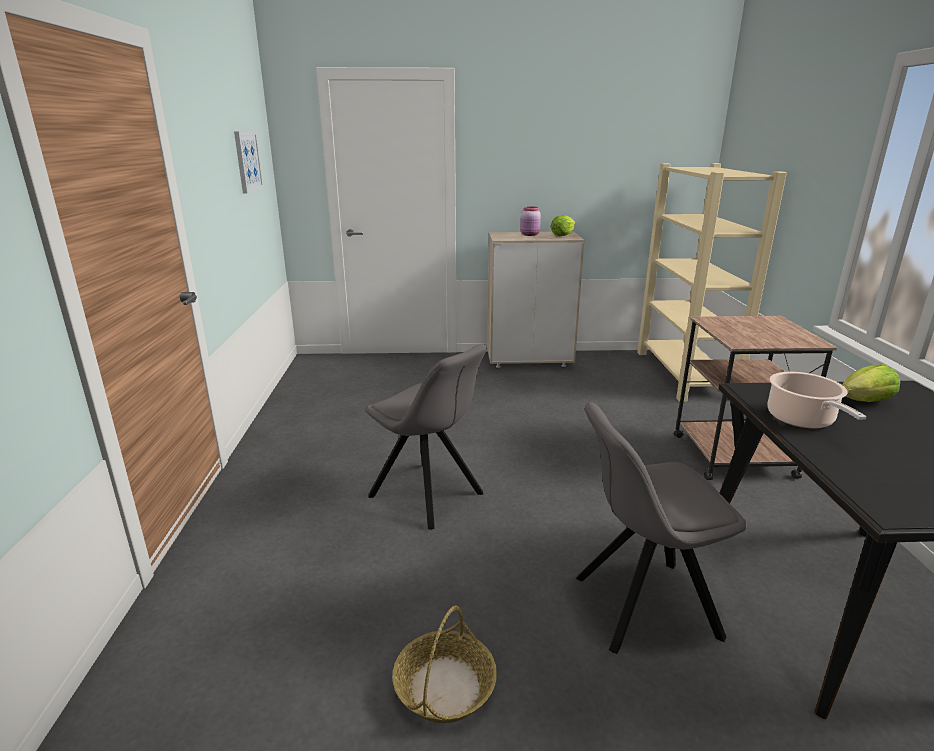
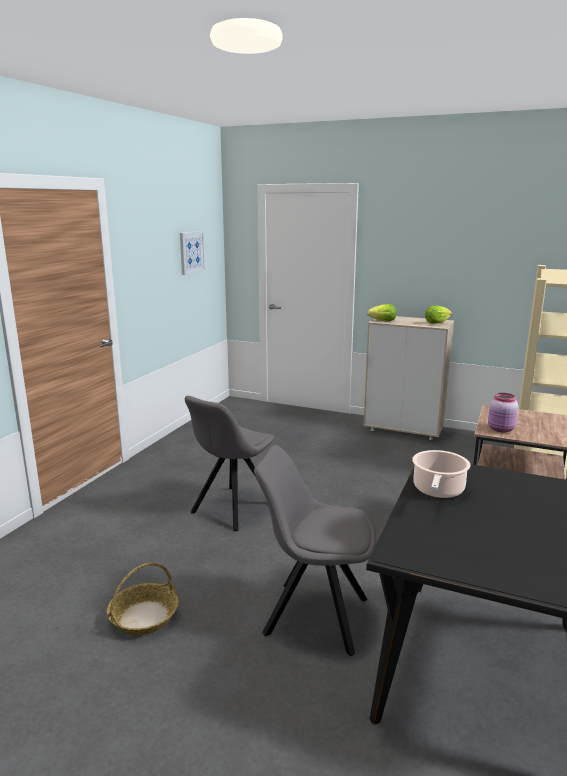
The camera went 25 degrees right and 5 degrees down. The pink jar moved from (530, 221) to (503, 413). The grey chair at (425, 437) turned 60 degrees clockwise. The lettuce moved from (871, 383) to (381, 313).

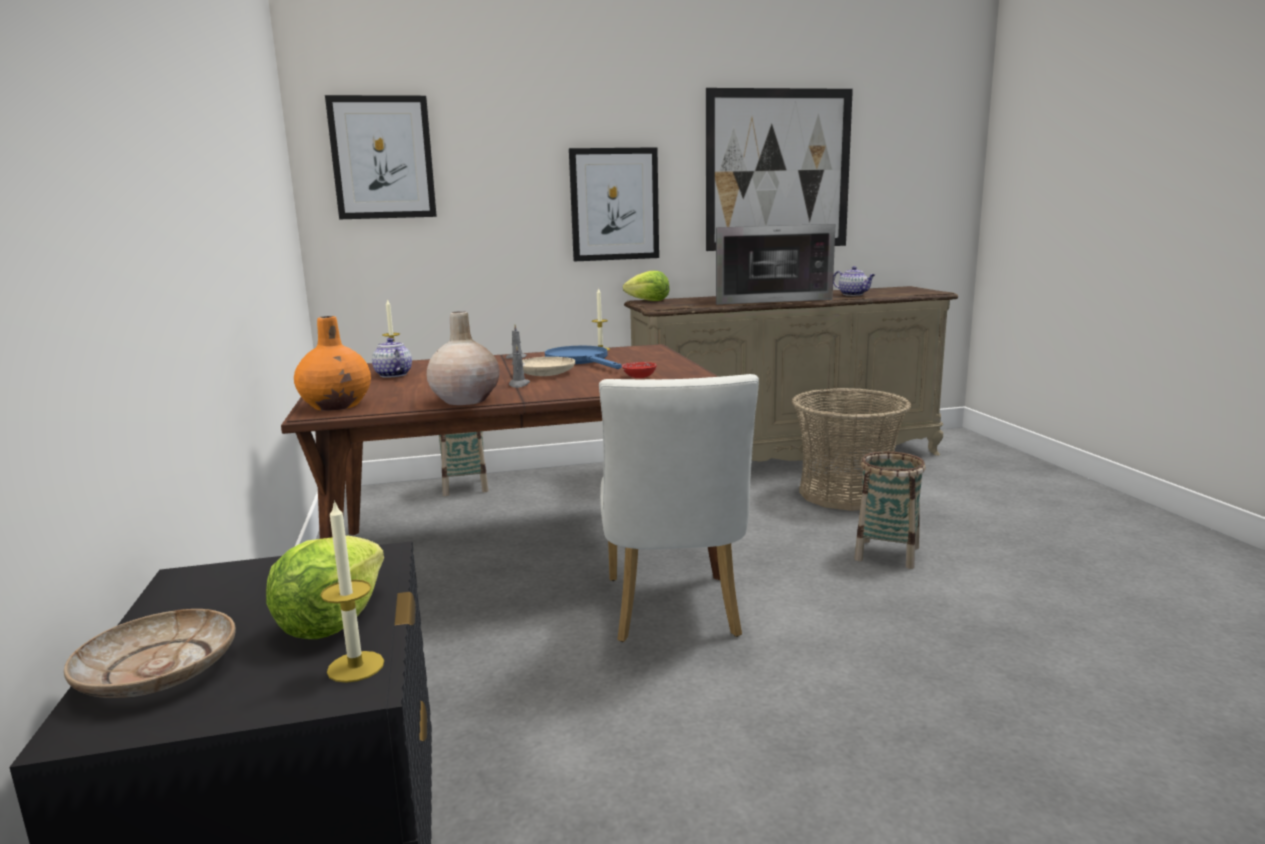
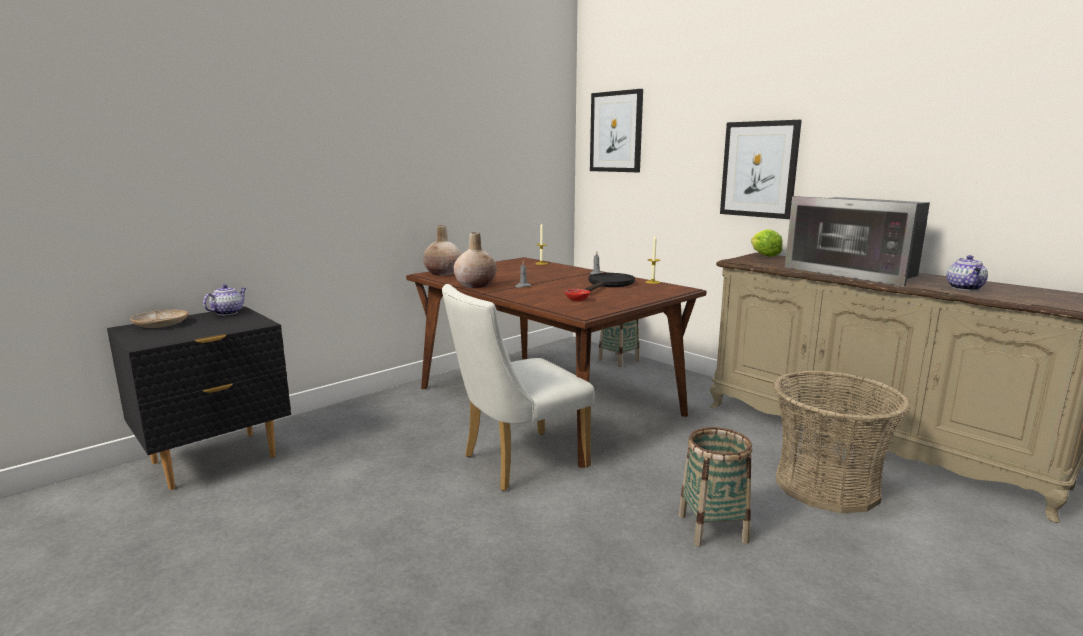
The camera went 60 degrees right and 0 degrees up. The picture at (779, 169) disappeared. The orange vase at (332, 363) became the beige vase at (442, 250). The teapot moved from (392, 358) to (224, 299). The blue frying pan at (583, 357) became the black frying pan at (609, 282). The beige plate at (548, 366) disappeared. The candle at (352, 591) disappeared. The lettuce at (325, 587) disappeared.

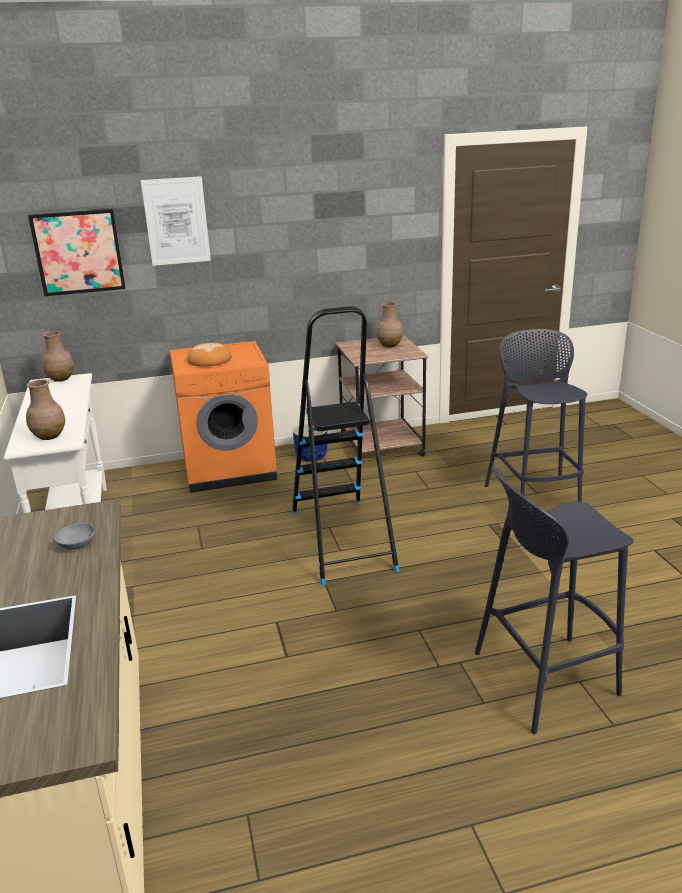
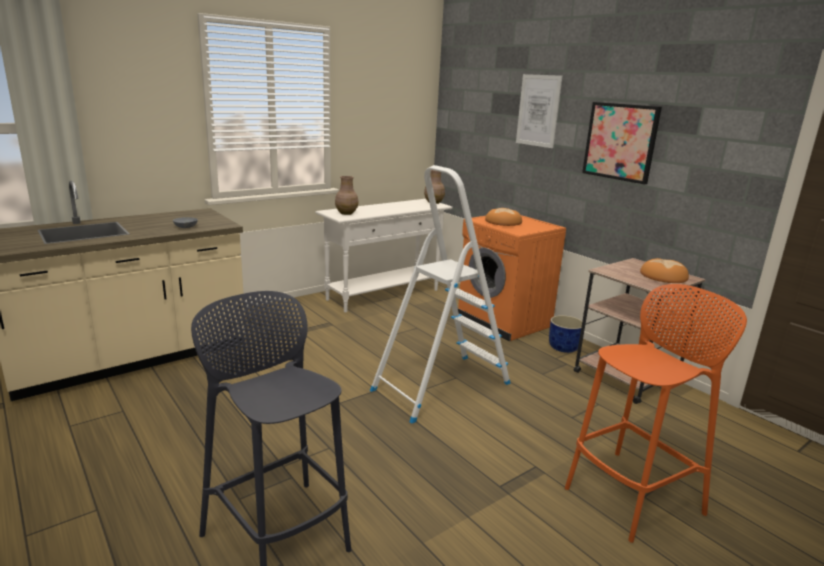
The camera went 65 degrees right and 5 degrees down. The picture moved from (76, 252) to (622, 143). The brown vase at (389, 324) was replaced by the bread at (664, 270). The black step ladder at (345, 446) became the white step ladder at (440, 294). The grey stool at (536, 415) became the orange stool at (656, 413).

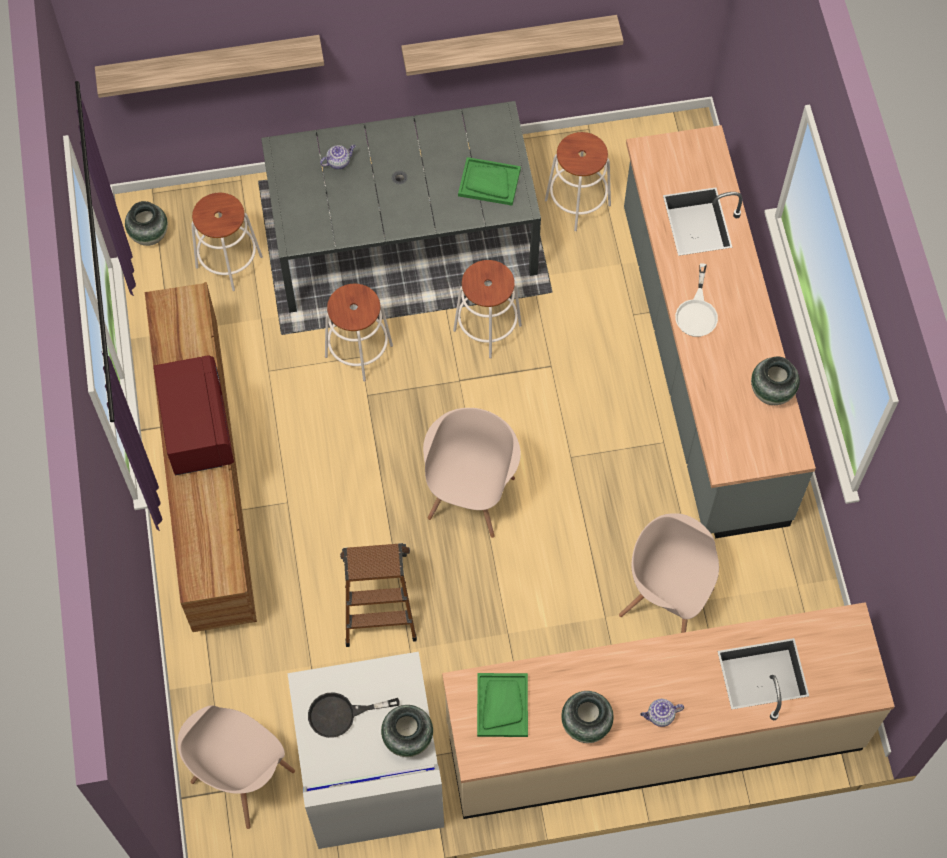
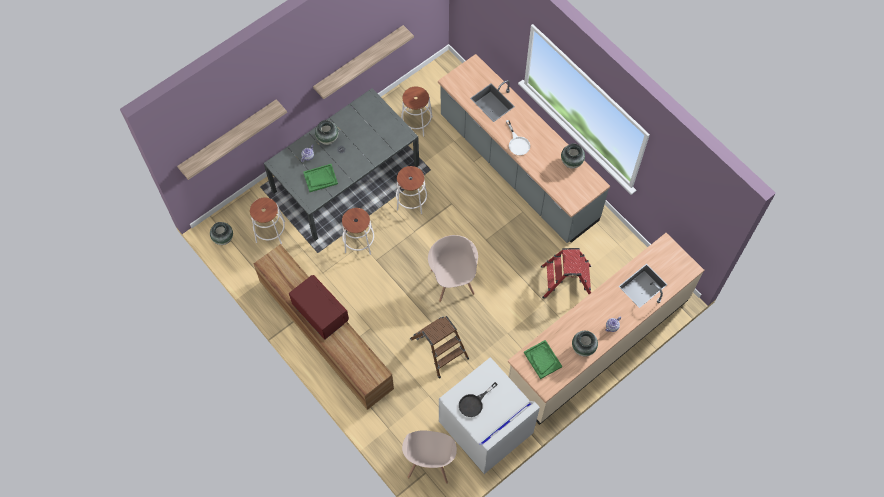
The camera went 30 degrees left and 0 degrees up. The green tray moved from (489, 181) to (320, 178). The beige chair at (669, 573) was replaced by the red step ladder at (566, 273). The vase moved from (407, 731) to (326, 132).

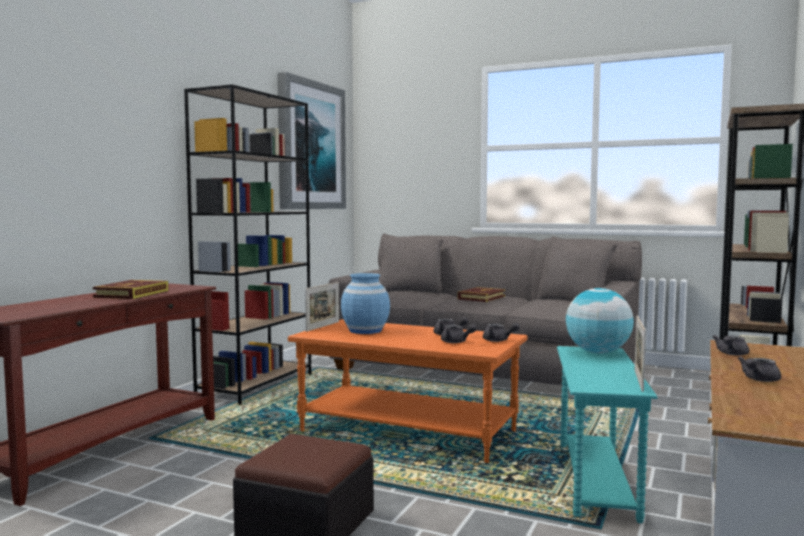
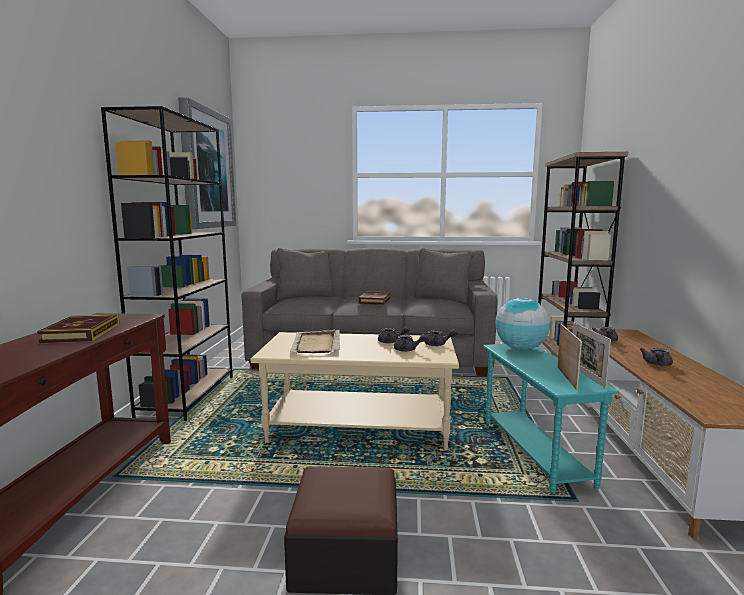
The camera went 20 degrees left and 5 degrees up. The blue vase at (365, 303) was replaced by the beige tray at (315, 341). The picture frame moved from (322, 307) to (569, 357). The orange coffee table at (408, 391) became the beige coffee table at (355, 391).

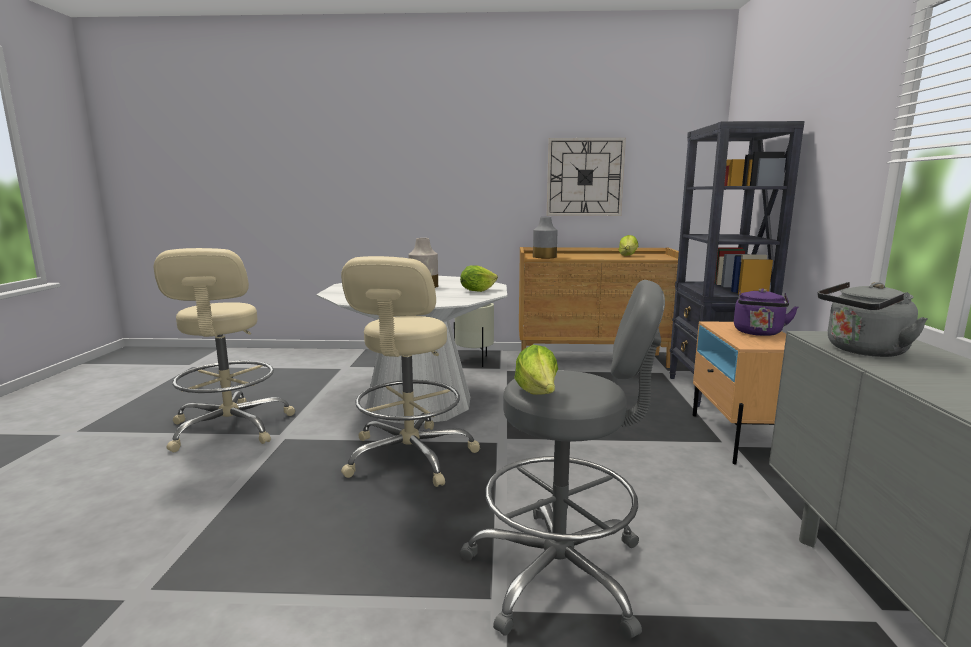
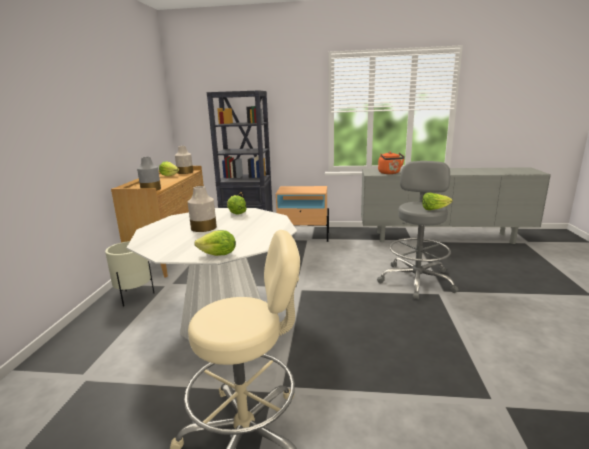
The camera went 85 degrees left and 5 degrees up. The wall clock at (586, 177) disappeared. The beige stool at (410, 371) disappeared. The grey kettle at (873, 319) became the orange kettle at (391, 163). The purple kettle at (766, 312) disappeared. The beige vase at (184, 160) appeared. The lettuce at (215, 243) appeared.

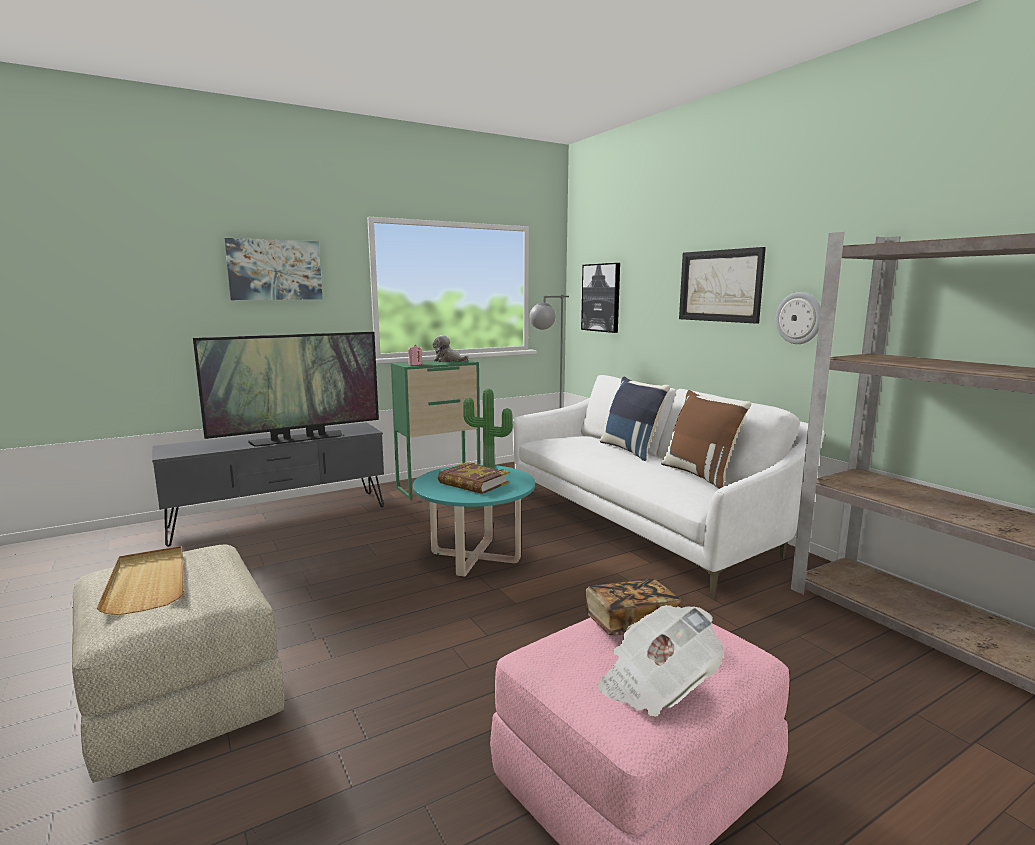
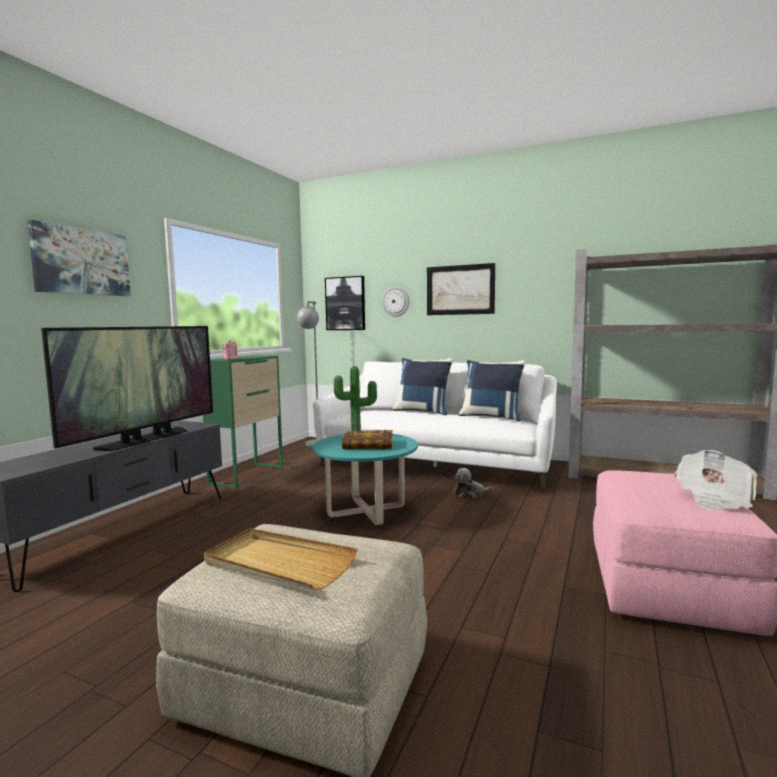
The camera went 35 degrees left and 5 degrees down. The wall clock moved from (798, 318) to (395, 301). The plush toy moved from (450, 348) to (473, 483). The brown pillow at (706, 439) became the blue pillow at (492, 390). The book at (634, 607) disappeared.

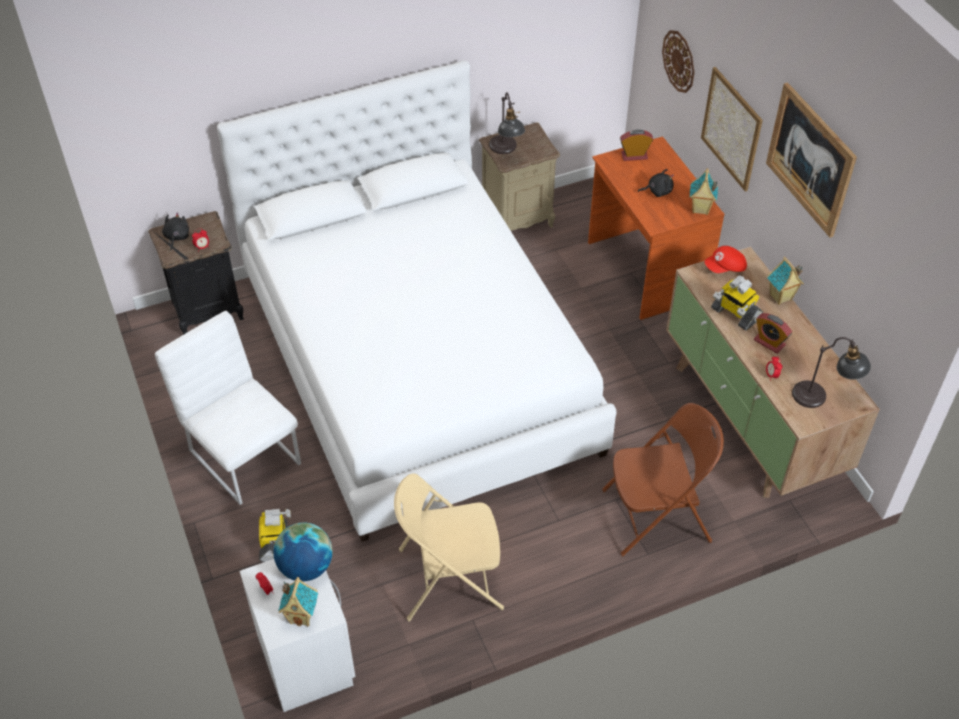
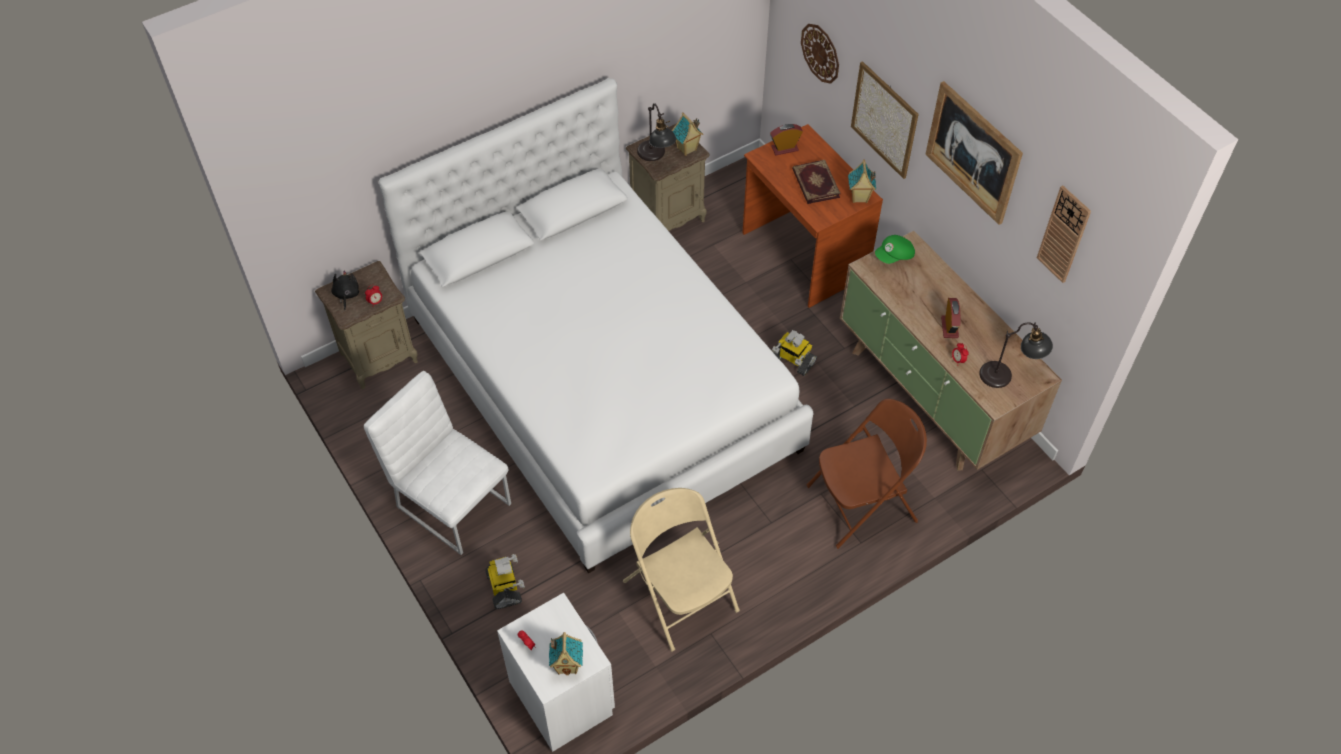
The camera went 10 degrees left and 5 degrees up. The black plush toy at (656, 183) was replaced by the book at (816, 182). The black nightstand at (196, 273) became the beige nightstand at (366, 325). The red cap at (725, 259) became the green cap at (895, 249). The toy house moved from (785, 280) to (687, 134). The toy robot moved from (737, 303) to (794, 353). The alarm clock at (773, 333) turned 120 degrees counterclockwise. The beige chair at (449, 547) turned 75 degrees clockwise. The globe at (302, 552) disappeared. The wall clock at (1064, 234) appeared.

